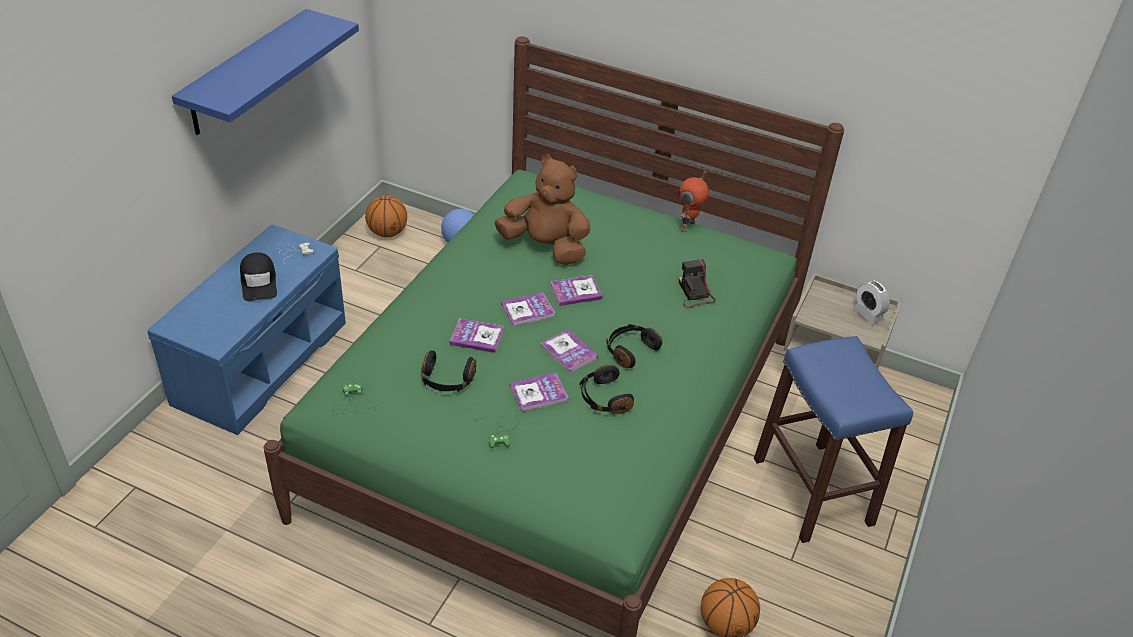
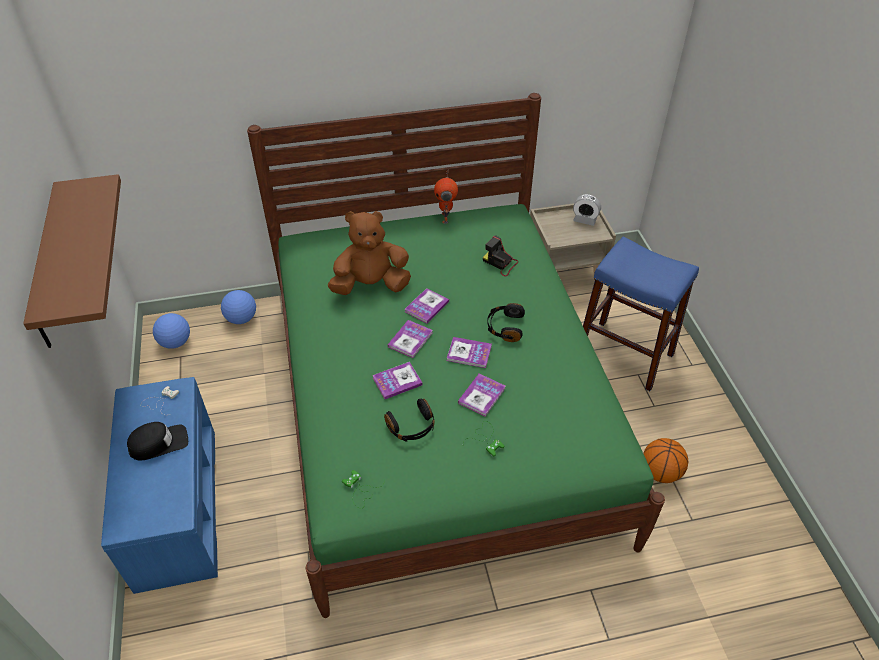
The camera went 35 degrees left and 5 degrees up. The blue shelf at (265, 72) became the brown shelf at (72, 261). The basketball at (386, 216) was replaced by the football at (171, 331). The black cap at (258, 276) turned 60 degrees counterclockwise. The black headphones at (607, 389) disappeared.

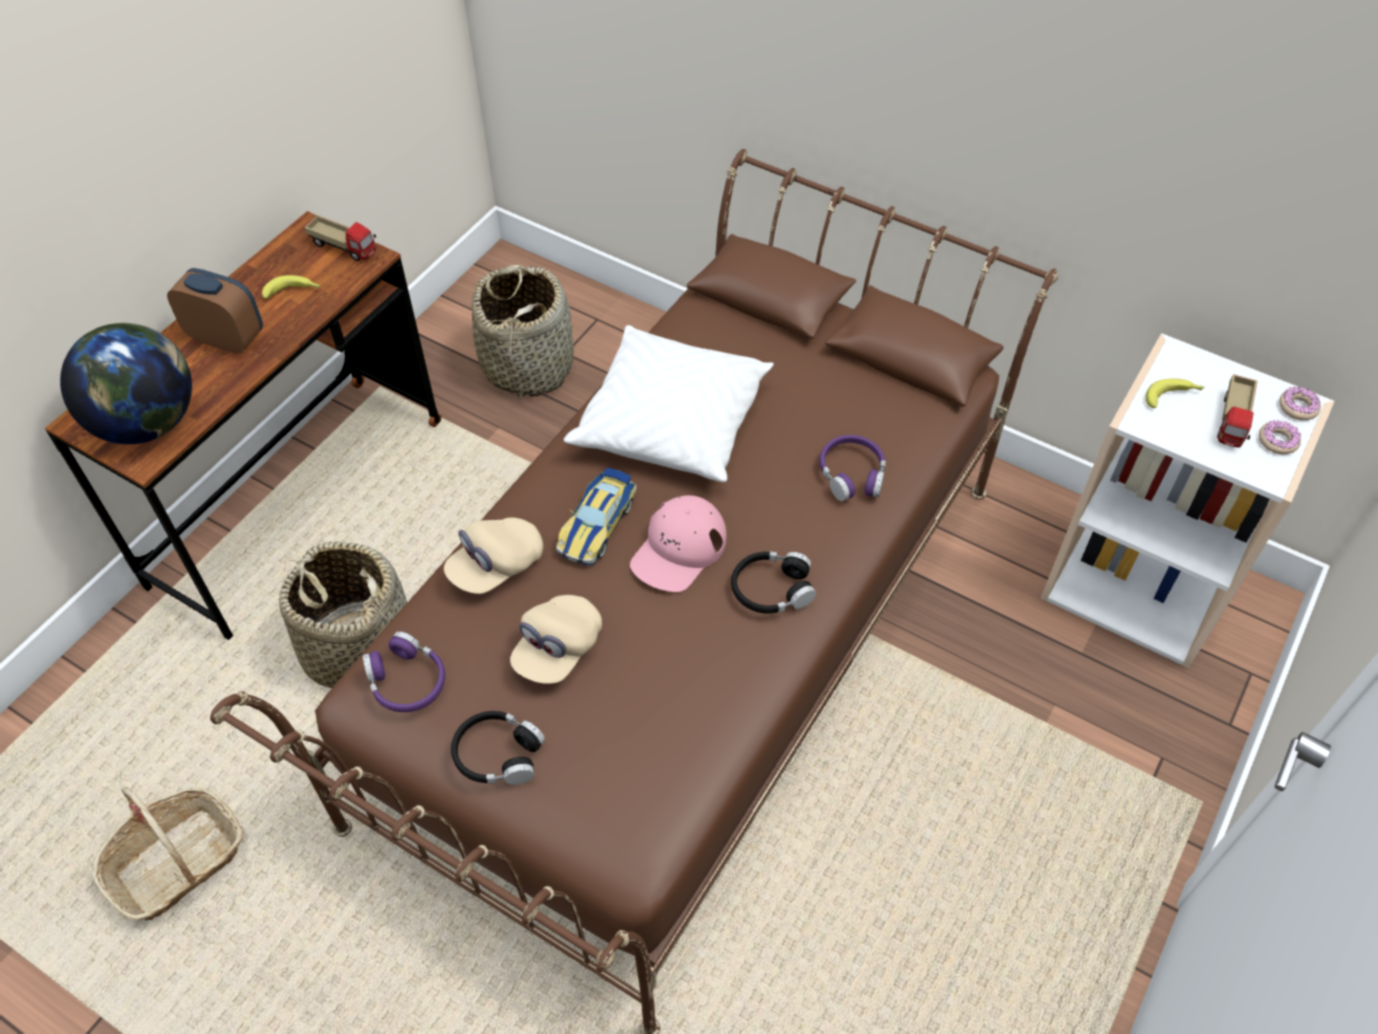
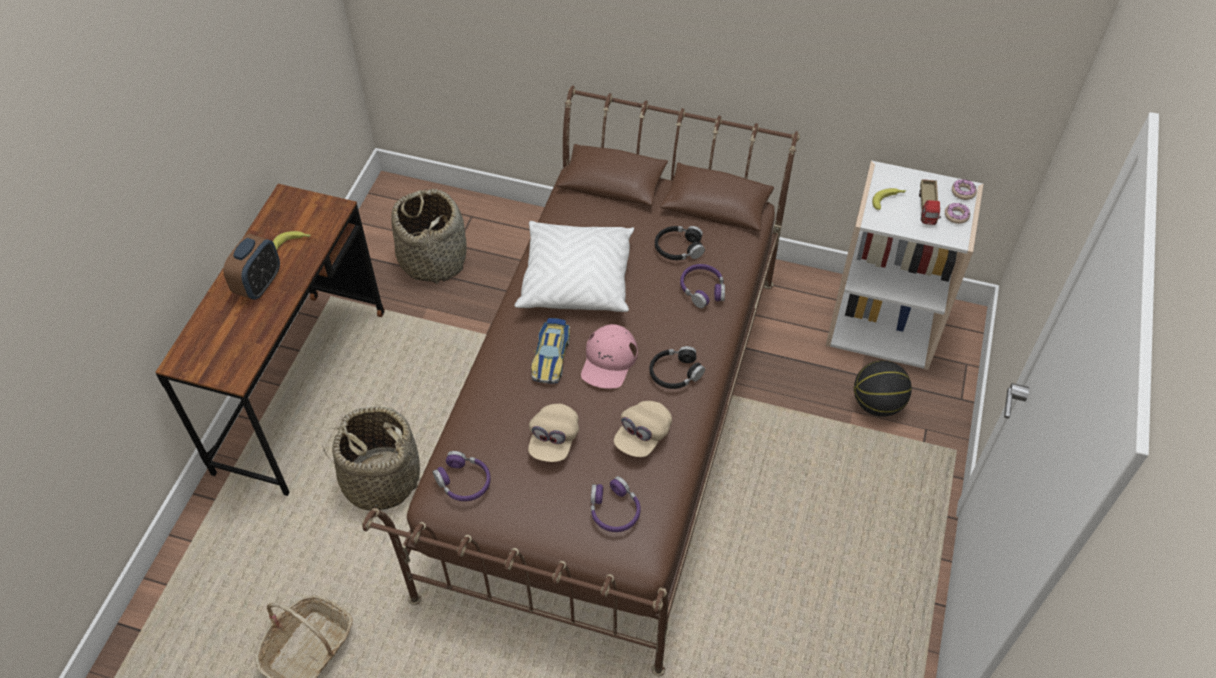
The camera went 15 degrees left and 0 degrees up. The toy truck at (340, 238) disappeared. The alarm clock at (215, 311) turned 105 degrees clockwise. The globe at (126, 383) disappeared. The beige cap moved from (493, 555) to (643, 429). The black headphones moved from (498, 748) to (680, 243). The basketball at (883, 388) appeared. The purple headphones at (616, 504) appeared.

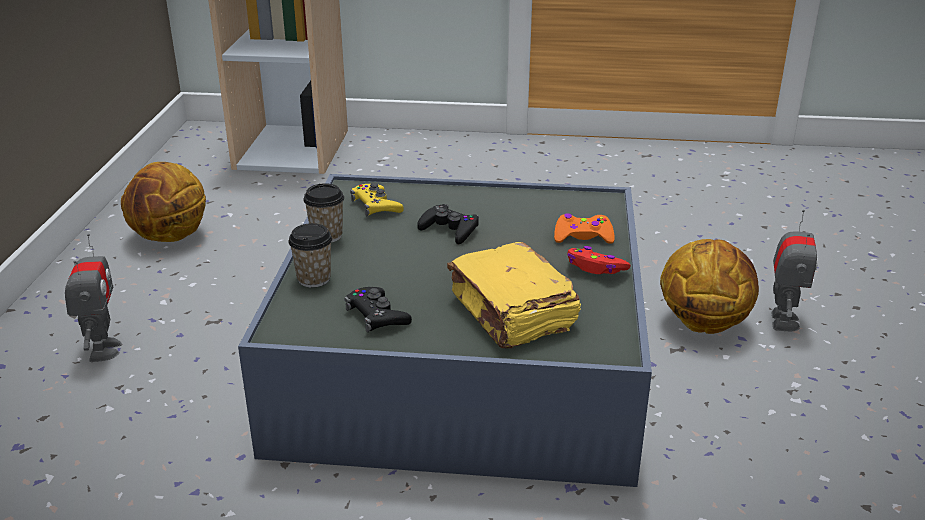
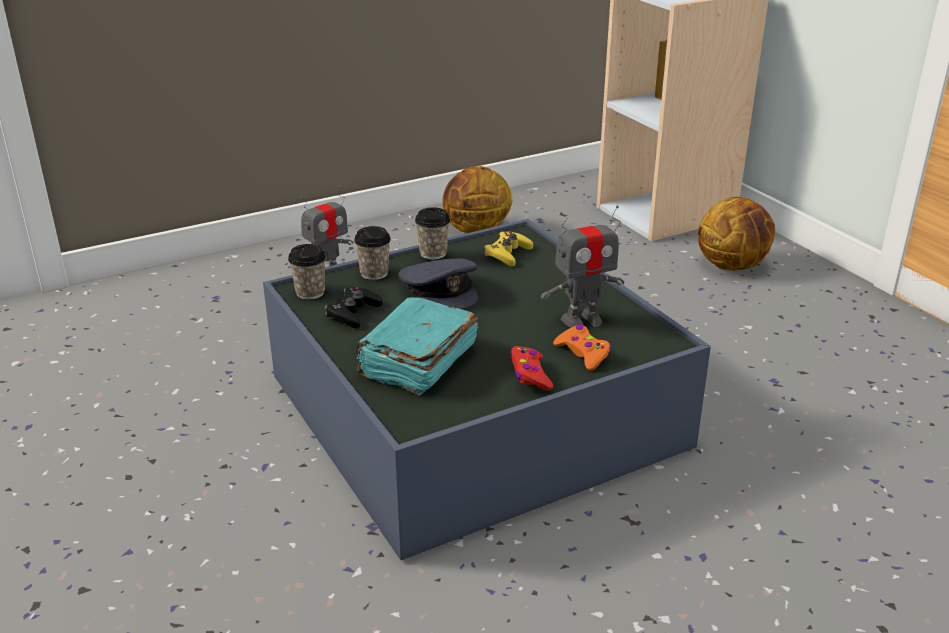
The camera went 55 degrees right and 0 degrees up. The black game controller at (448, 224) disappeared. The toy robot moved from (795, 270) to (582, 266). The basketball moved from (709, 286) to (736, 234). The yellow book at (514, 295) became the turquoise book at (417, 346). The cup at (307, 272) appeared. The grey cap at (438, 283) appeared.

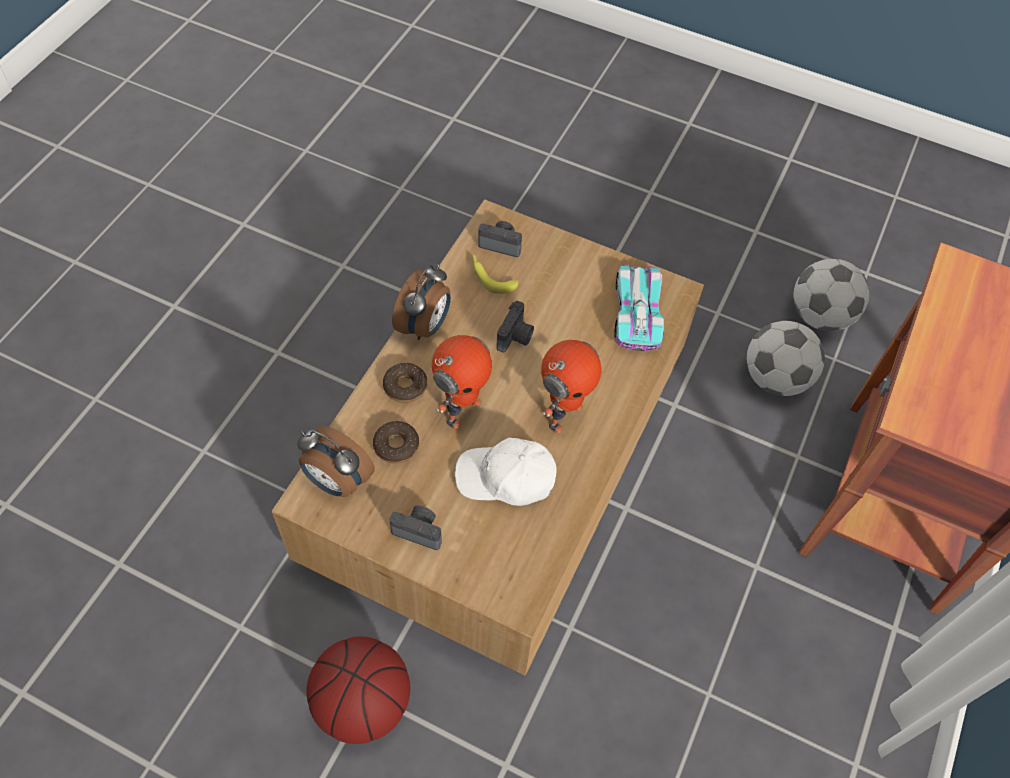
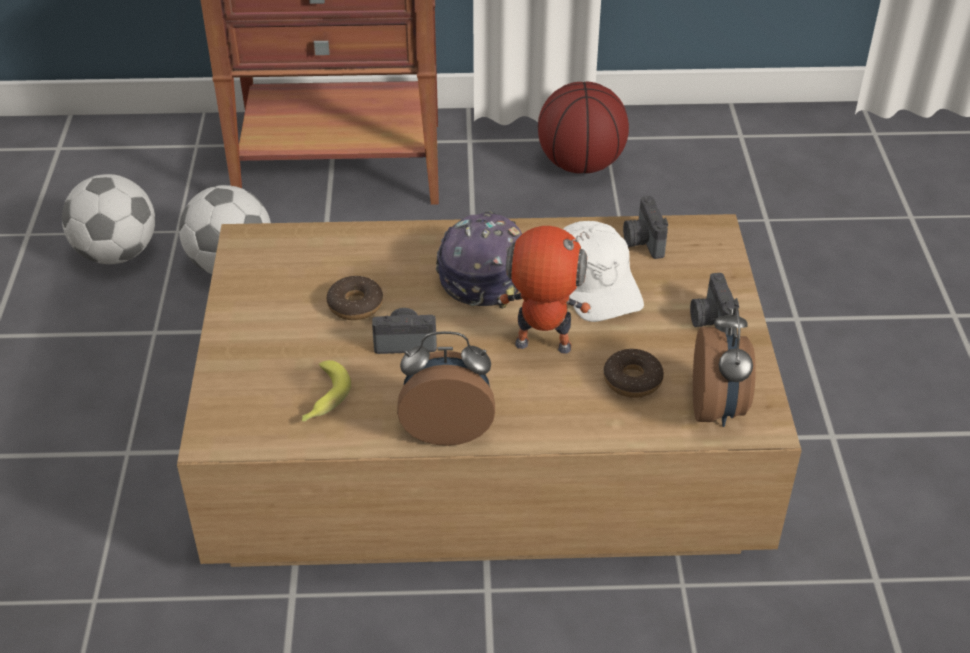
The camera went 115 degrees left and 15 degrees down. The photo camera moved from (500, 239) to (645, 227). The toy car at (639, 307) disappeared. The toy robot at (571, 386) was replaced by the cap at (479, 260). The donut moved from (405, 383) to (355, 298). The basketball moved from (358, 690) to (583, 127).

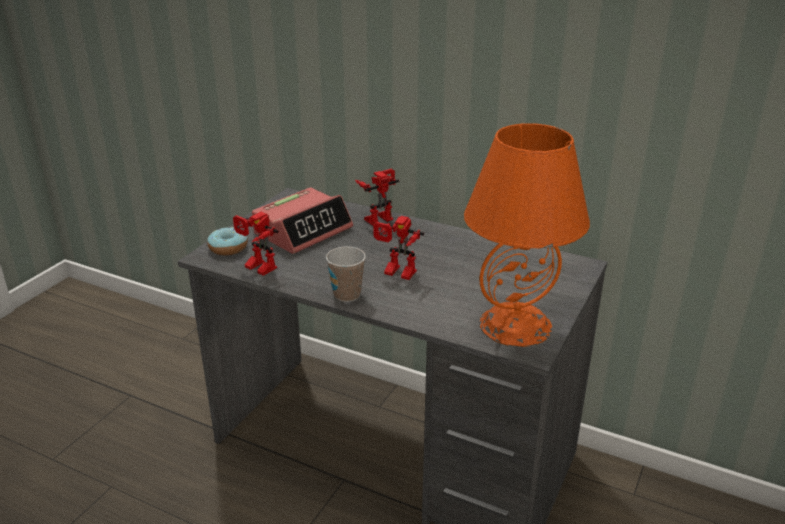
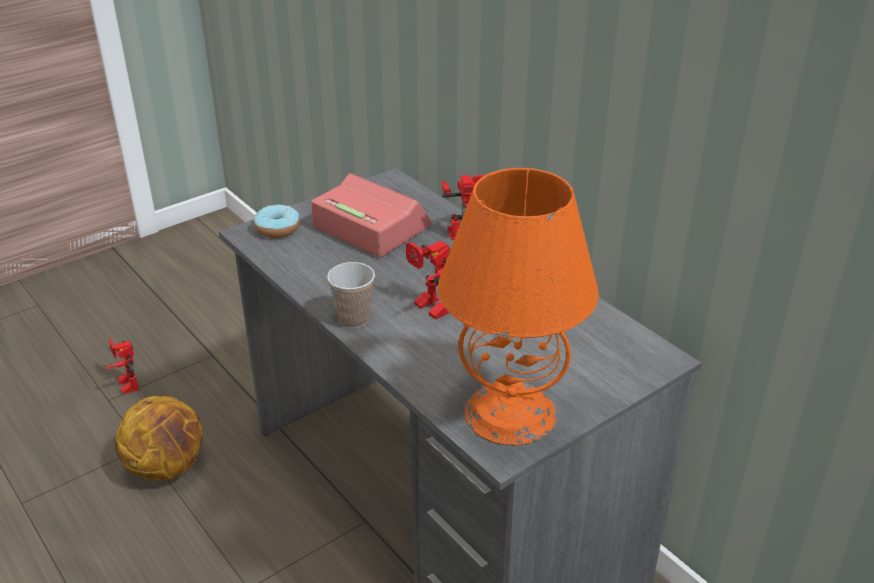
The camera went 25 degrees right and 5 degrees up. The alarm clock at (302, 220) turned 120 degrees counterclockwise. The toy robot moved from (256, 244) to (122, 366). The basketball at (159, 438) appeared.

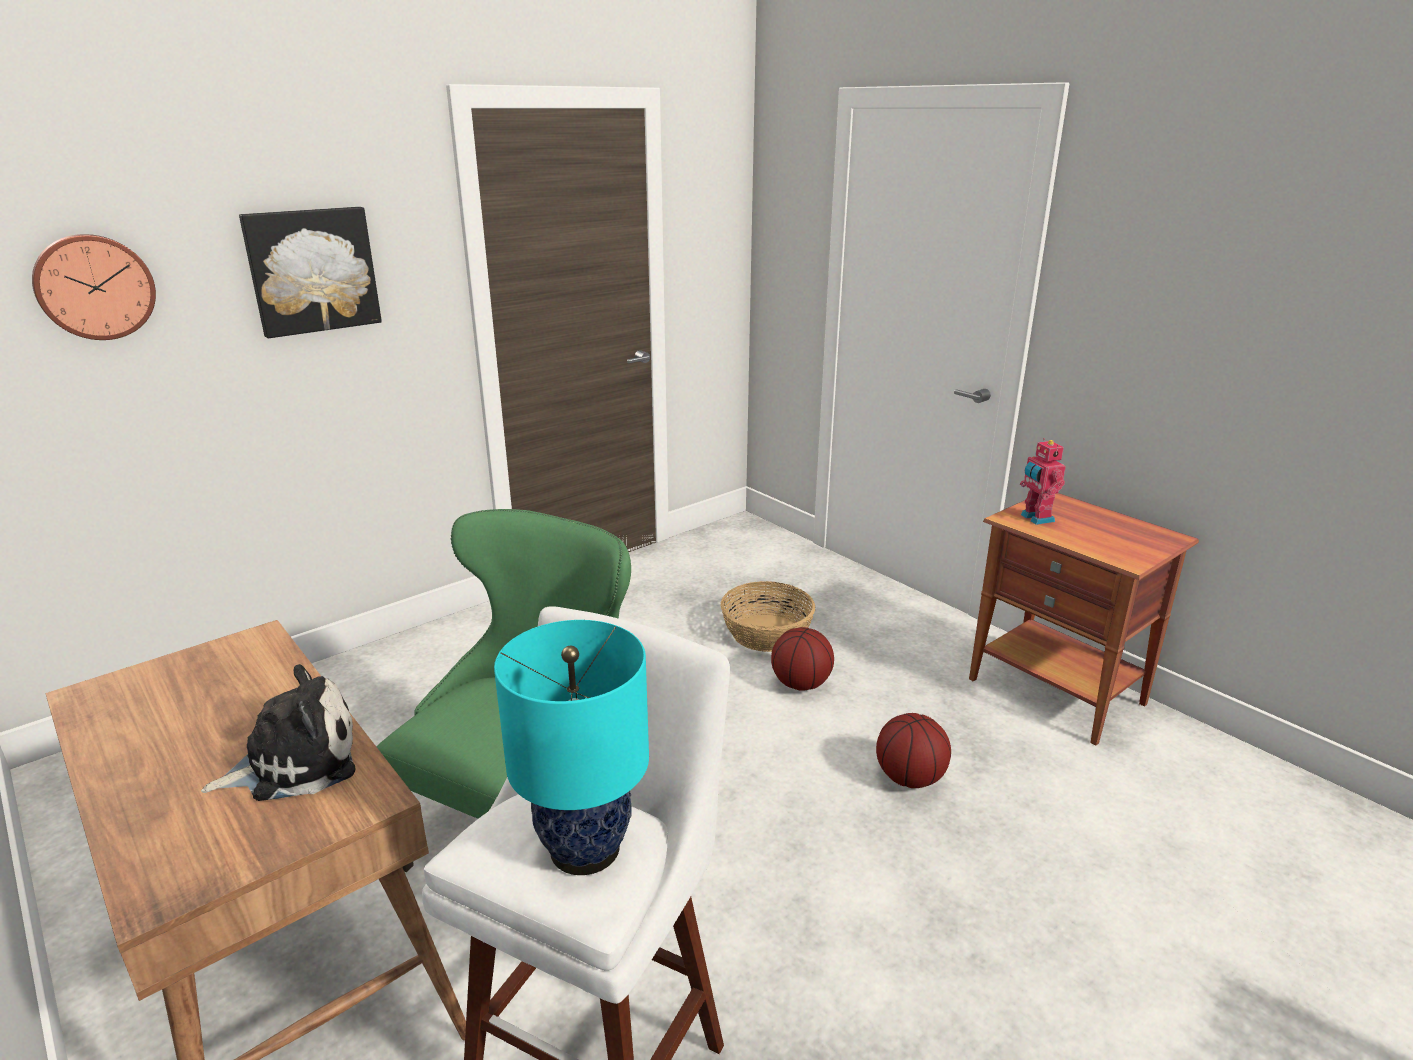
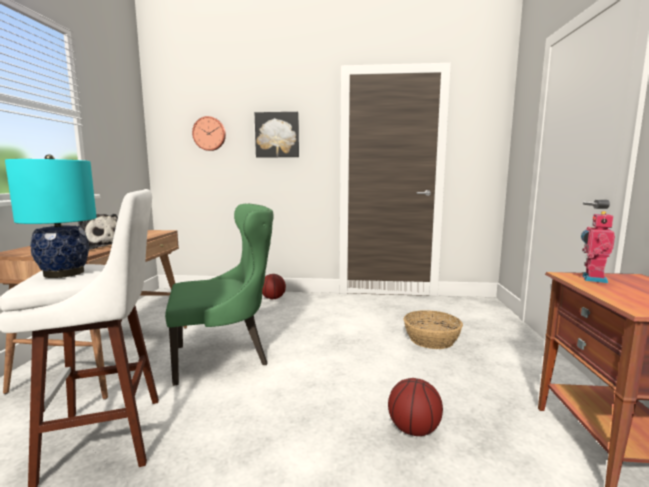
The camera went 45 degrees right and 15 degrees down. The basketball moved from (802, 659) to (274, 286).

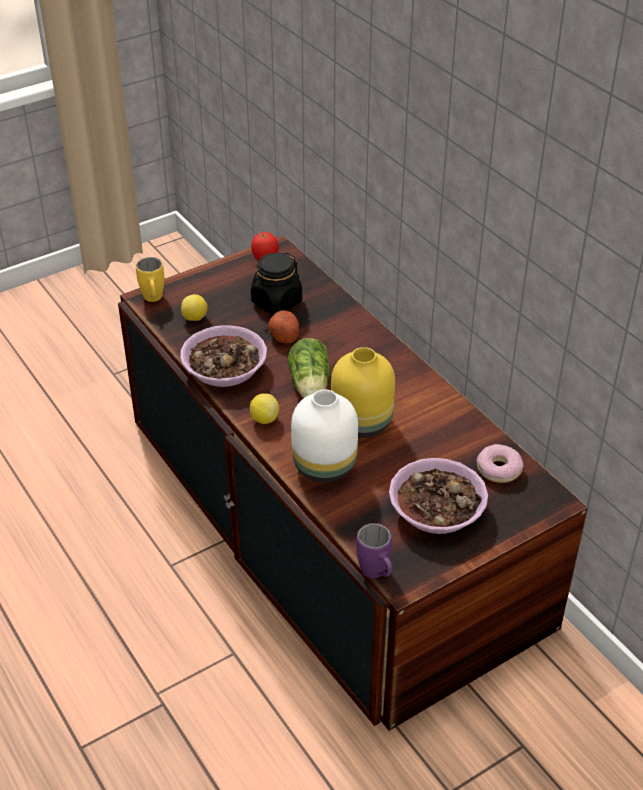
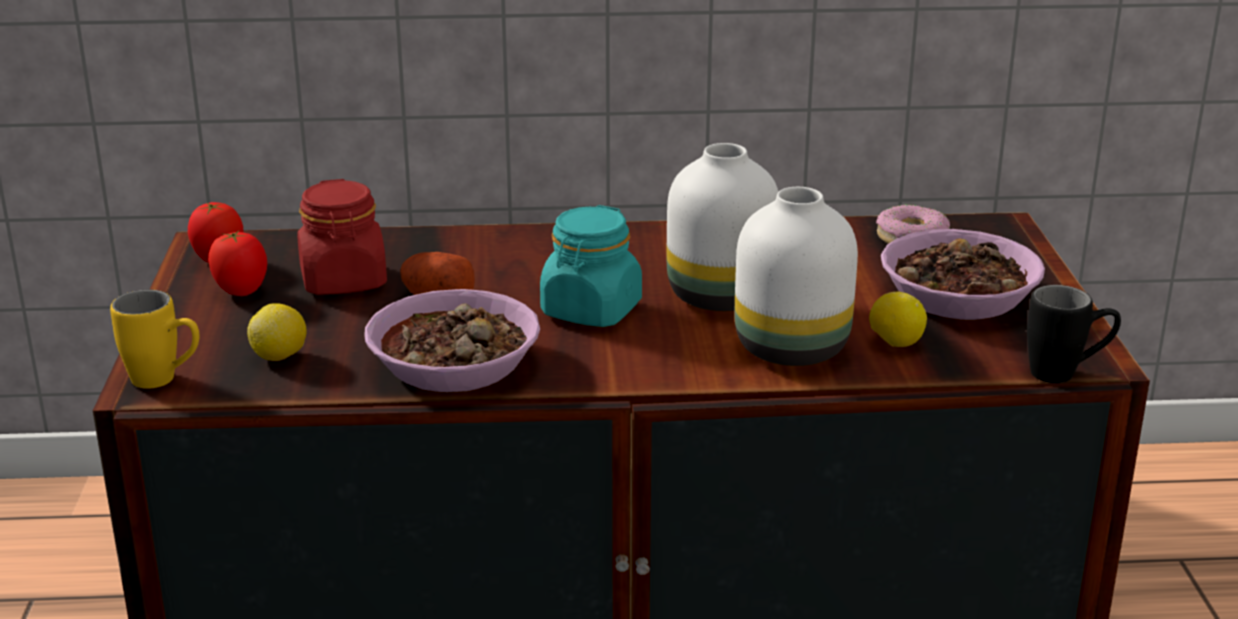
The camera went 60 degrees left and 15 degrees down. The black jar at (276, 283) became the red jar at (342, 237). The lettuce at (309, 368) was replaced by the turquoise jar at (591, 266). The yellow vase at (363, 392) became the white vase at (722, 227). The lemon moved from (264, 408) to (898, 319). The purple mug at (374, 550) became the black mug at (1074, 334). The tomato at (237, 263) appeared.

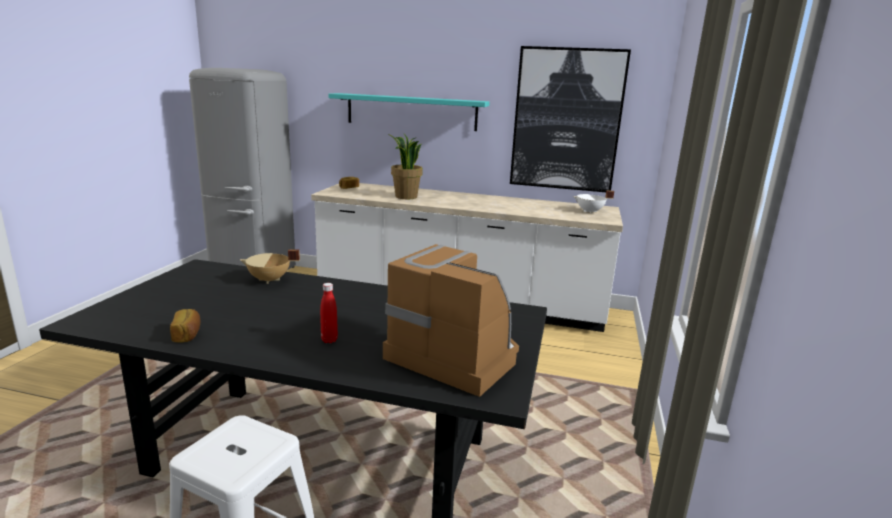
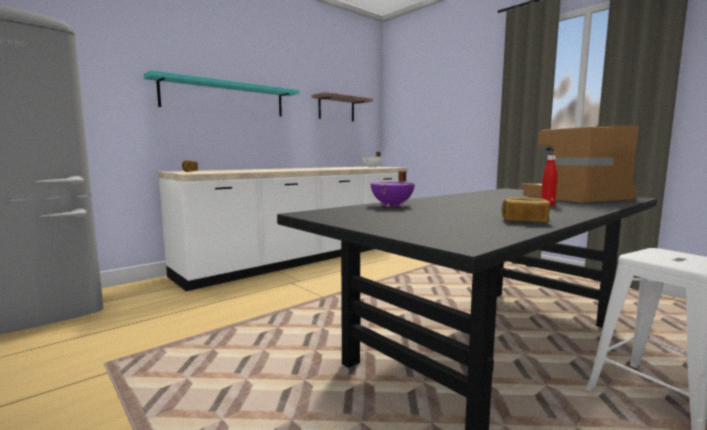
The camera went 55 degrees left and 10 degrees down. The picture at (570, 119) was replaced by the shelf at (342, 106). The potted plant at (406, 166) disappeared. The beige cooking pot at (270, 266) became the purple cooking pot at (392, 189).

